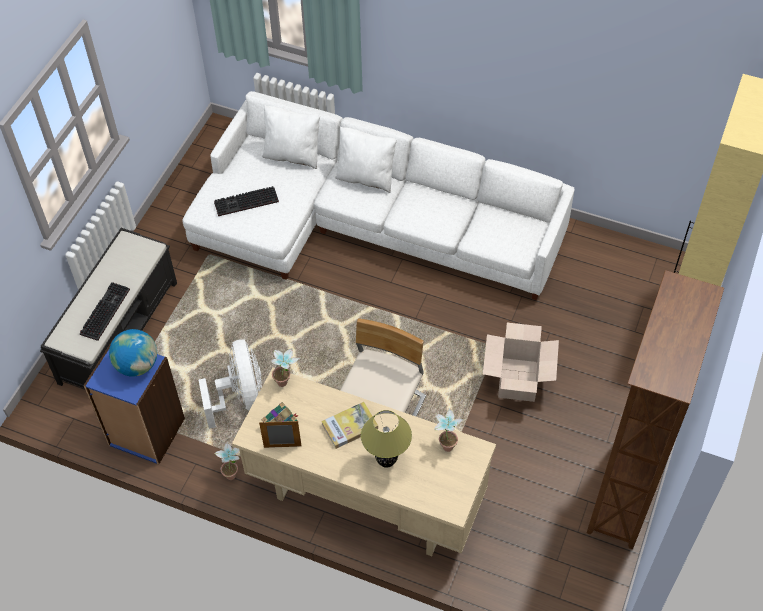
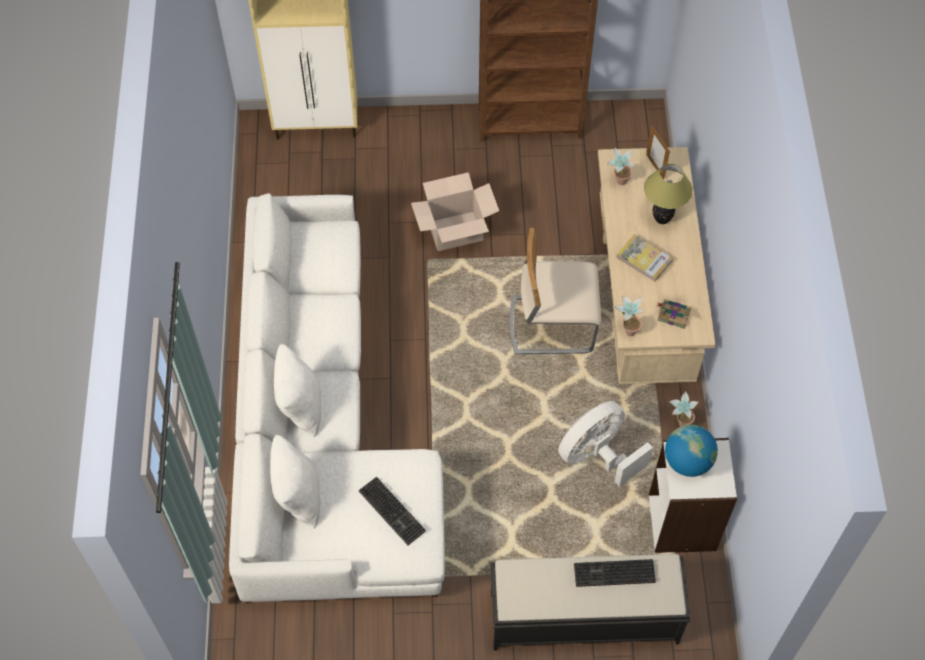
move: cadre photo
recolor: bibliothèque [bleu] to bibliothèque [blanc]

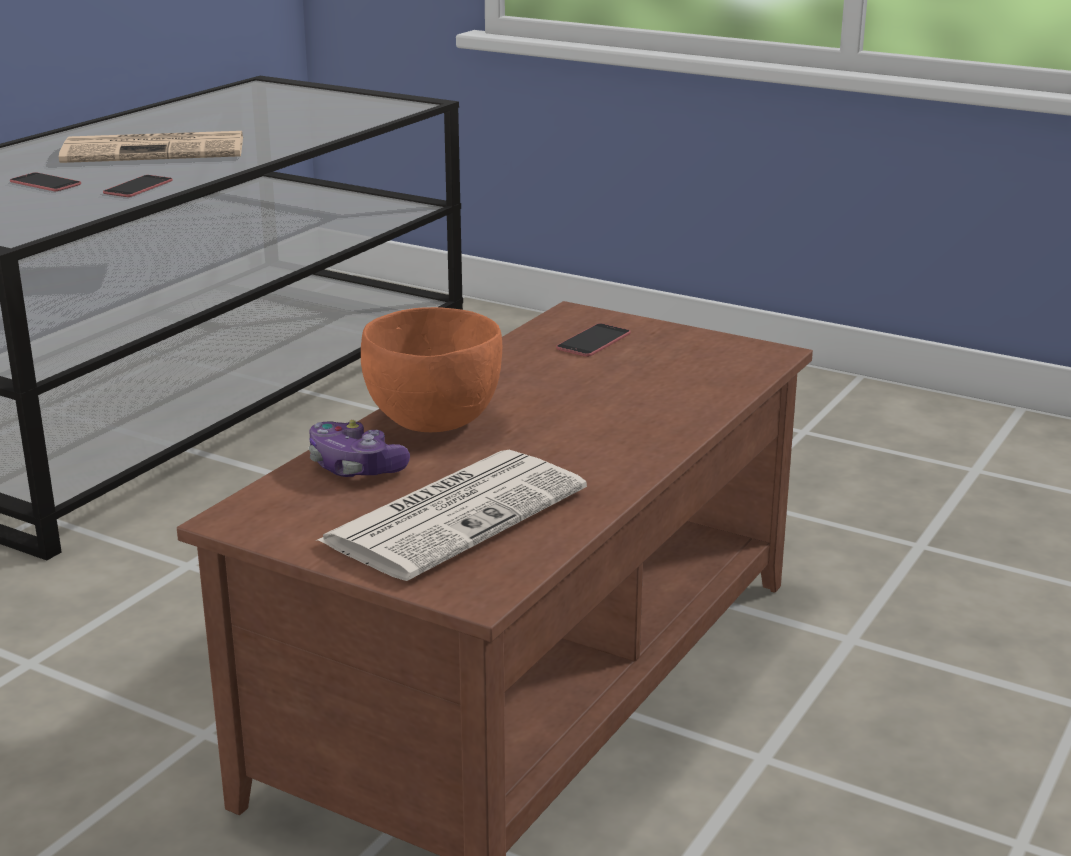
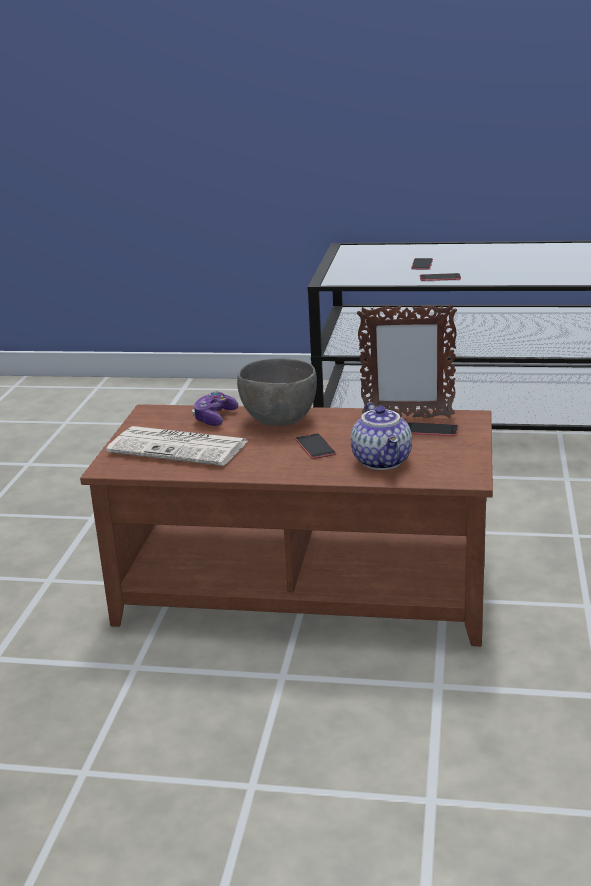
delete: journal (1st from left)
insert: téléphone (1st from left); théière; cadre photo
recolor: bol [orange] to bol [gris]

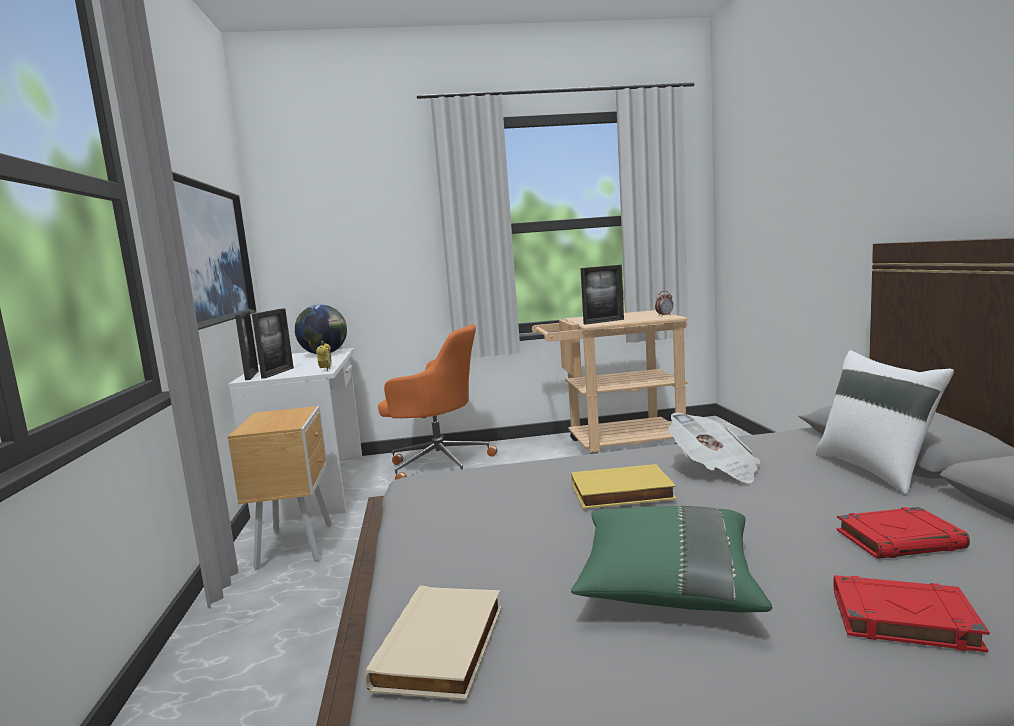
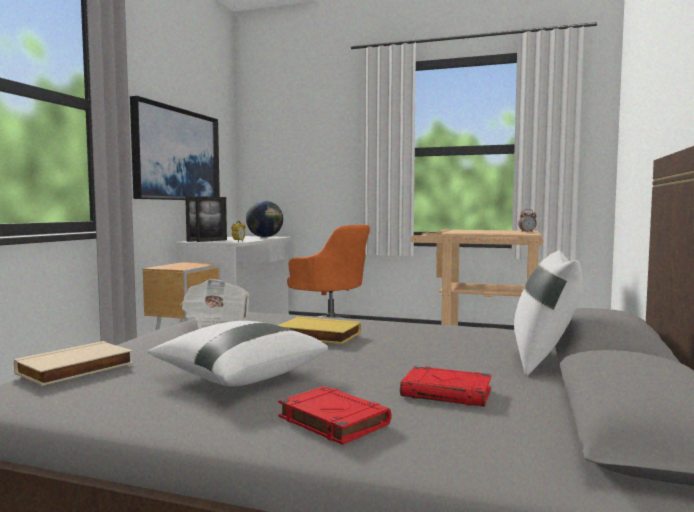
delete: cadre photo (3rd from left)
move: journal
recolor: coussin [vert] to coussin [blanc] (1st from left)

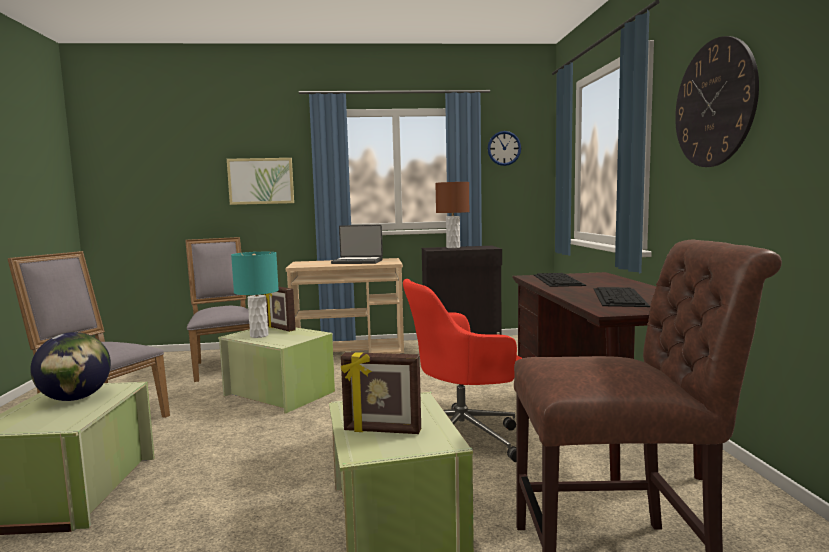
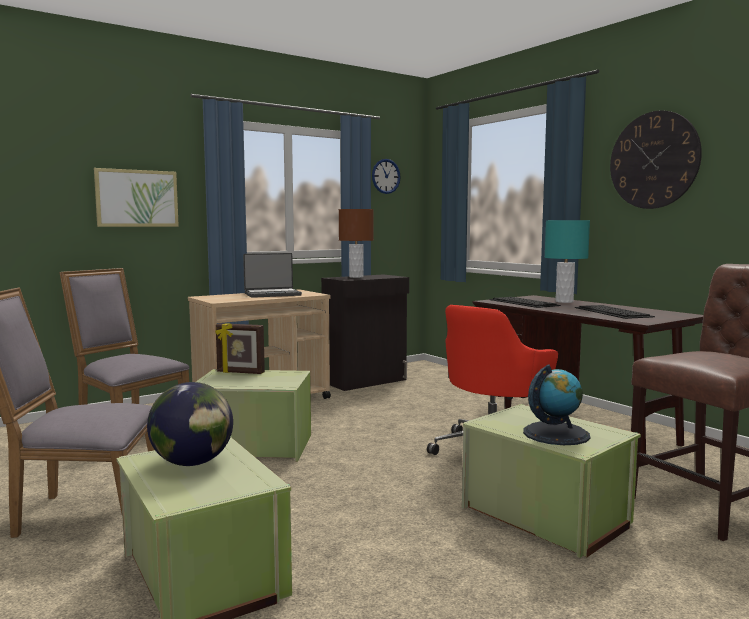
move: lampe de table [turquoise]
replace: cadre photo (2nd from left) to globe (2nd from left)

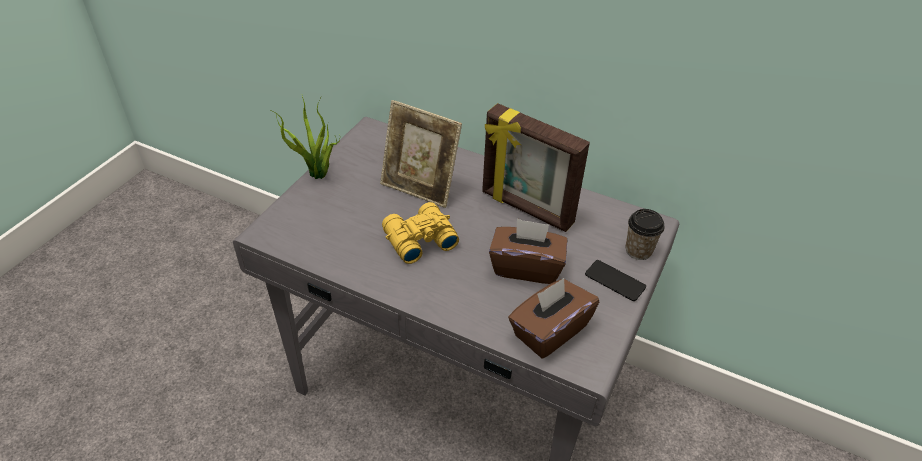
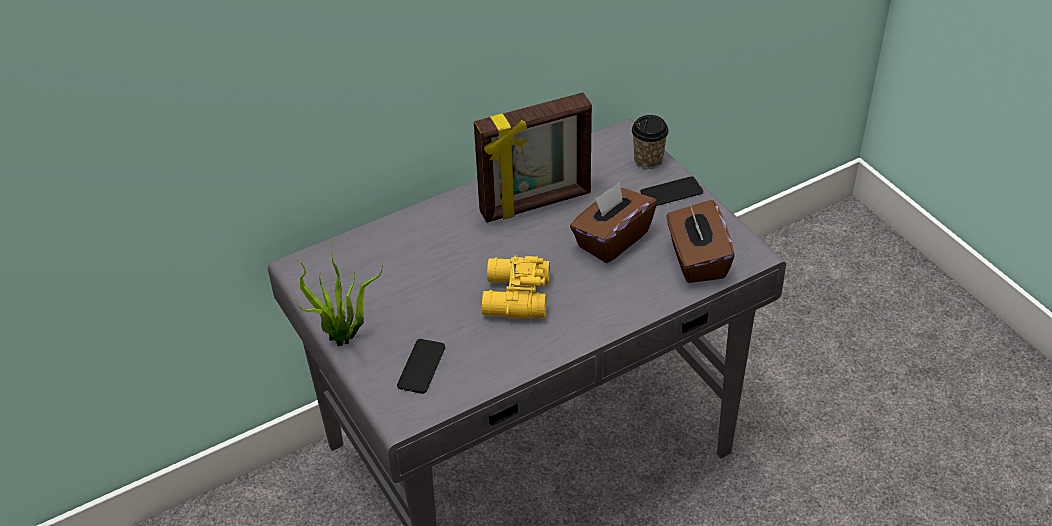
delete: cadre photo (1st from left)
insert: téléphone (1st from left)

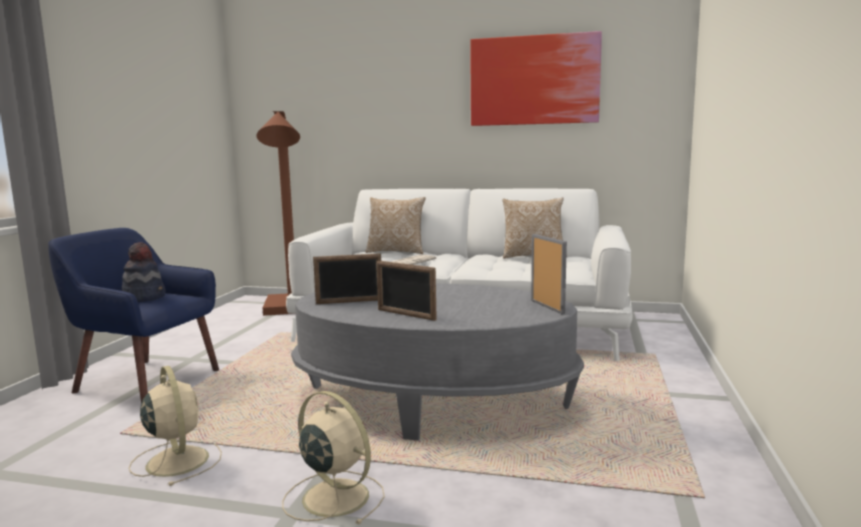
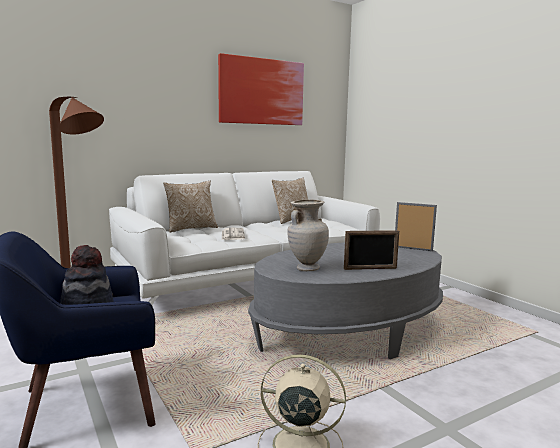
delete: ventilateur [beige] (2nd from left)
replace: cadre photo (1st from left) to vase [beige]

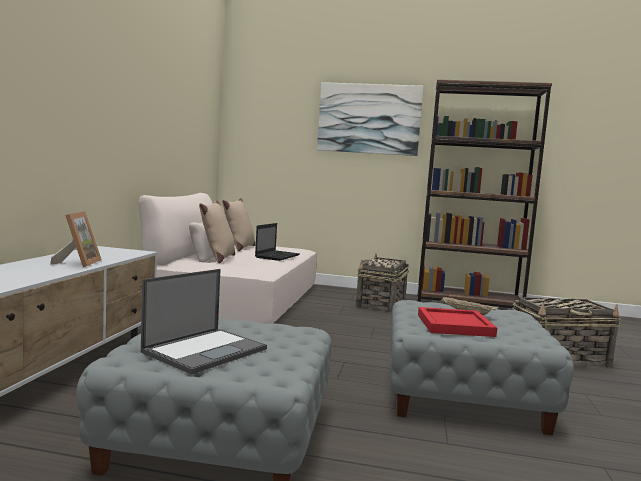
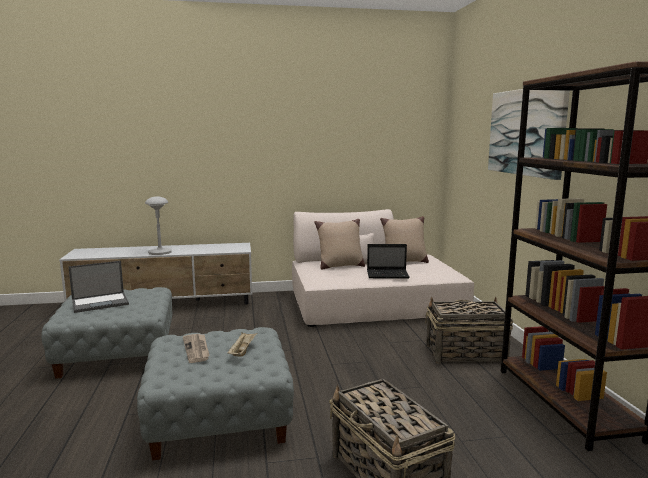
delete: cadre photo
insert: lampe de table [gris]
replace: plateau [rouge] to journal
rotate: ordinateur portable (1st from left) 45 degrees counterclockwise

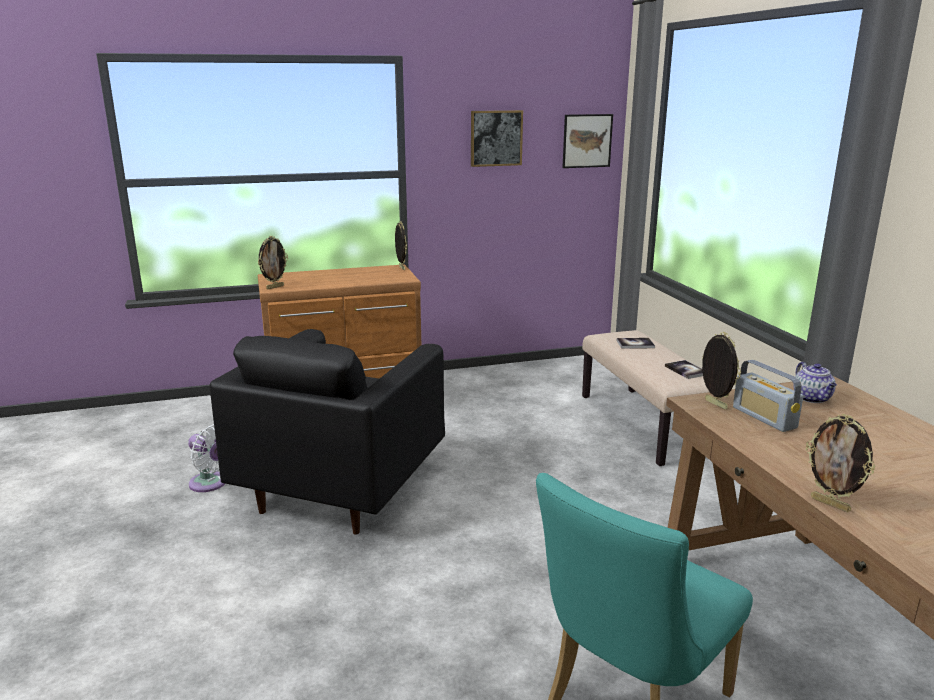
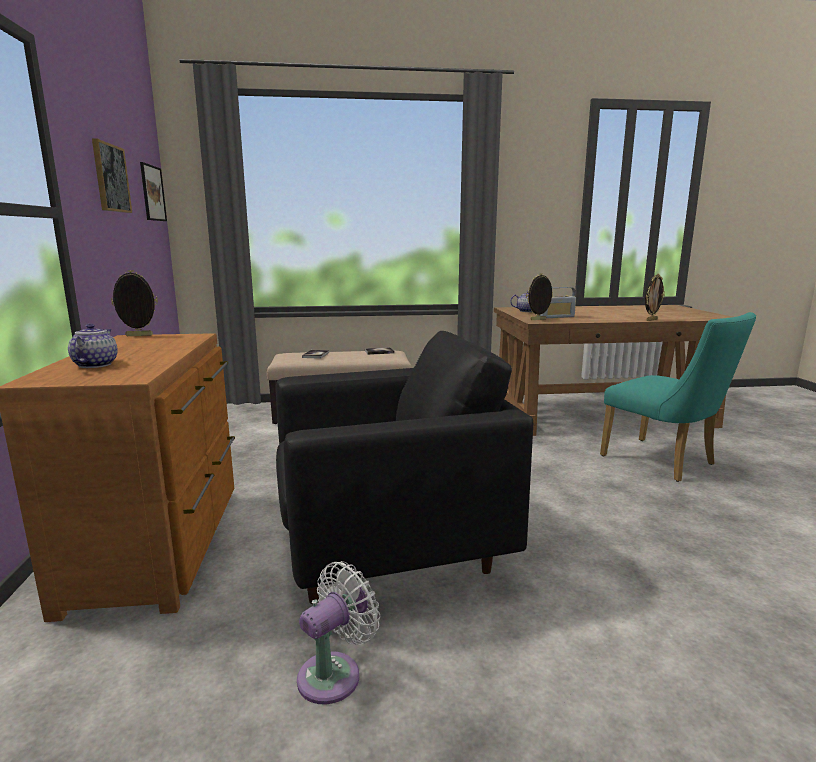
delete: cadre photo (1st from left)
insert: théière (1st from left)
rotate: fauteuil [noir] 45 degrees counterclockwise

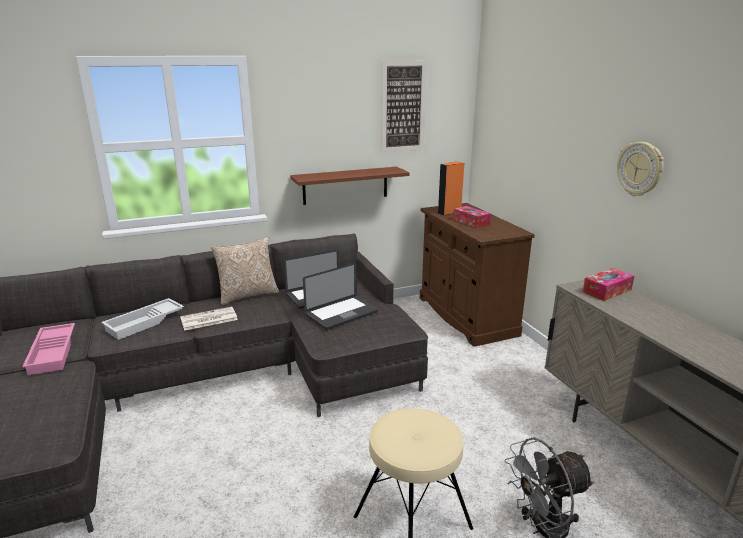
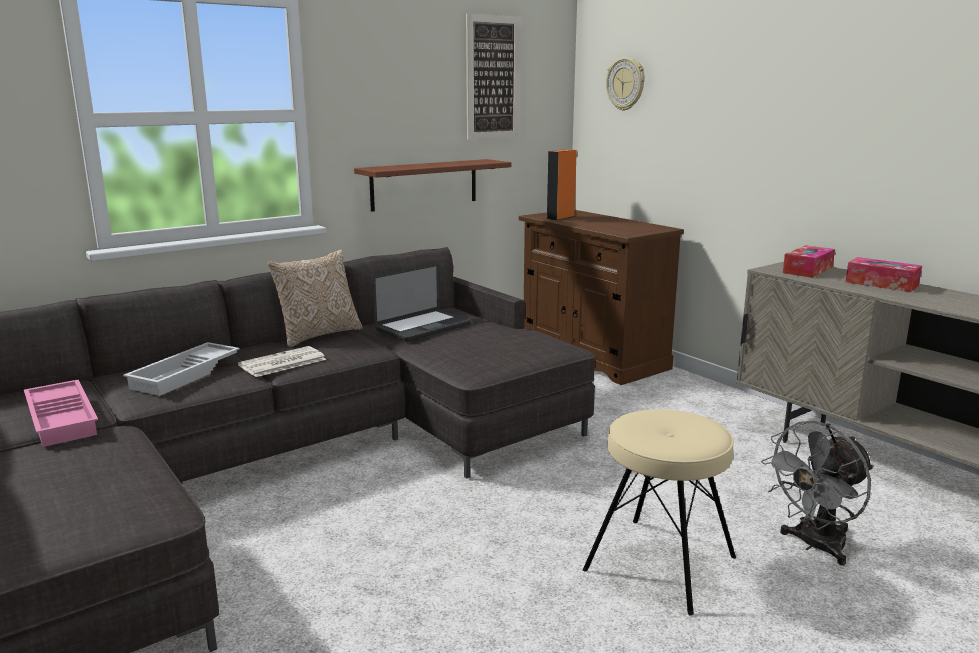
delete: ordinateur portable (2nd from left)
move: horloge murale; boîte à mouchoirs (1st from left in the first image) to boîte à mouchoirs (2nd from left)

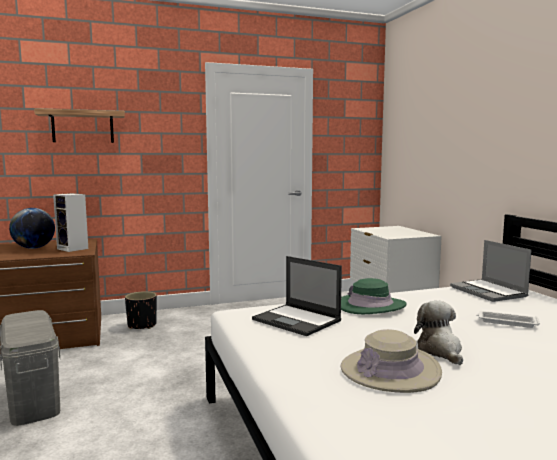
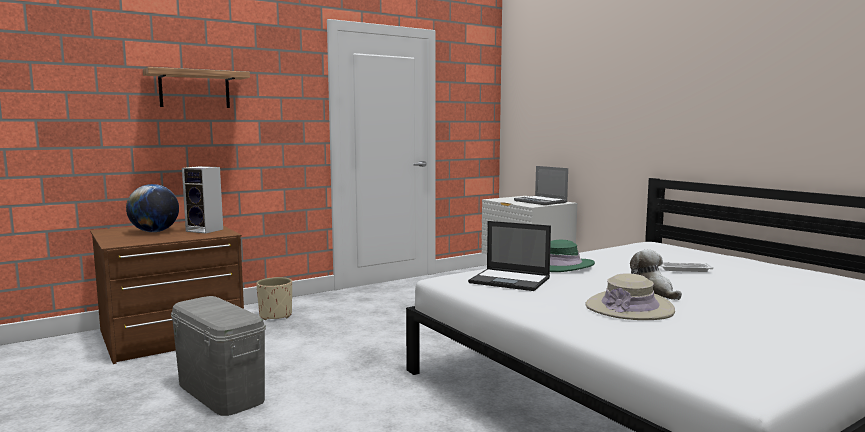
move: ordinateur portable (2nd from left)
recolor: cache-pot [noir] to cache-pot [beige]

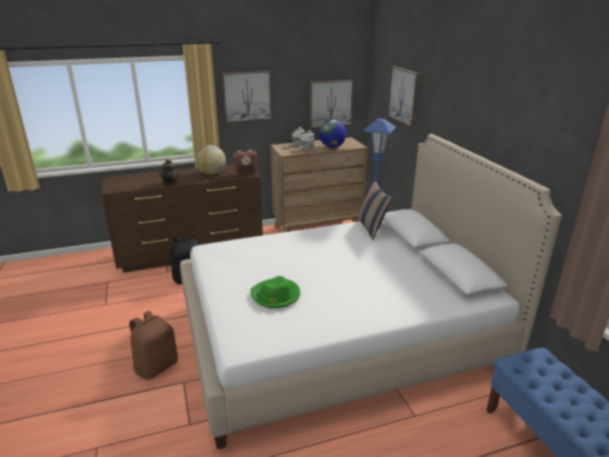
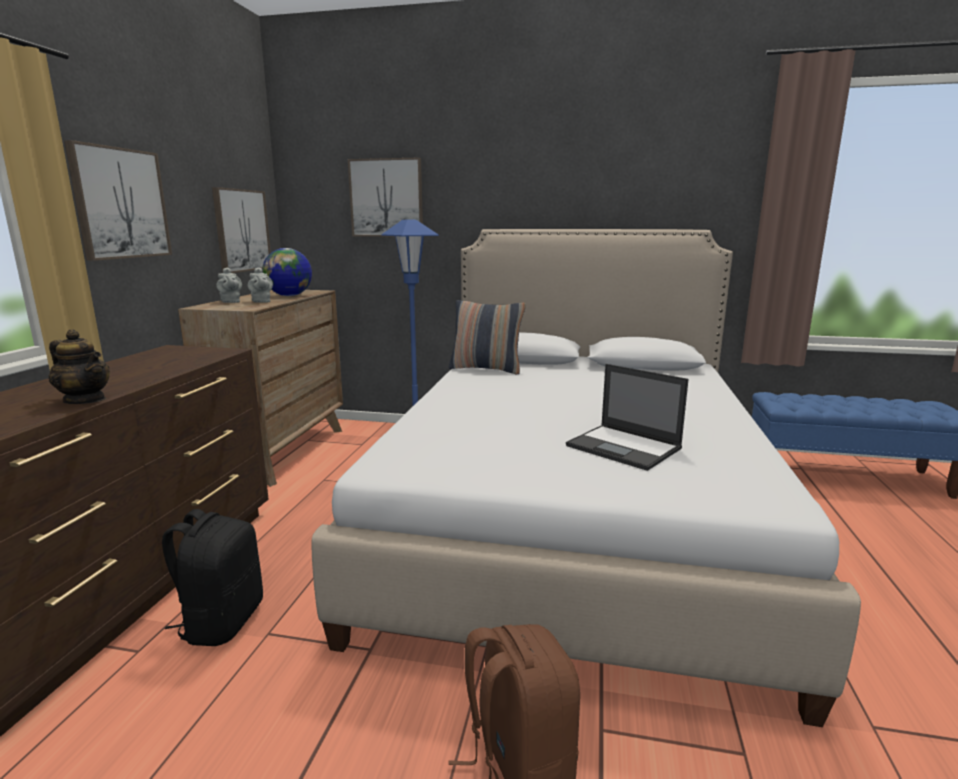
delete: globe (1st from left); radio
replace: chapeau [vert] to ordinateur portable

